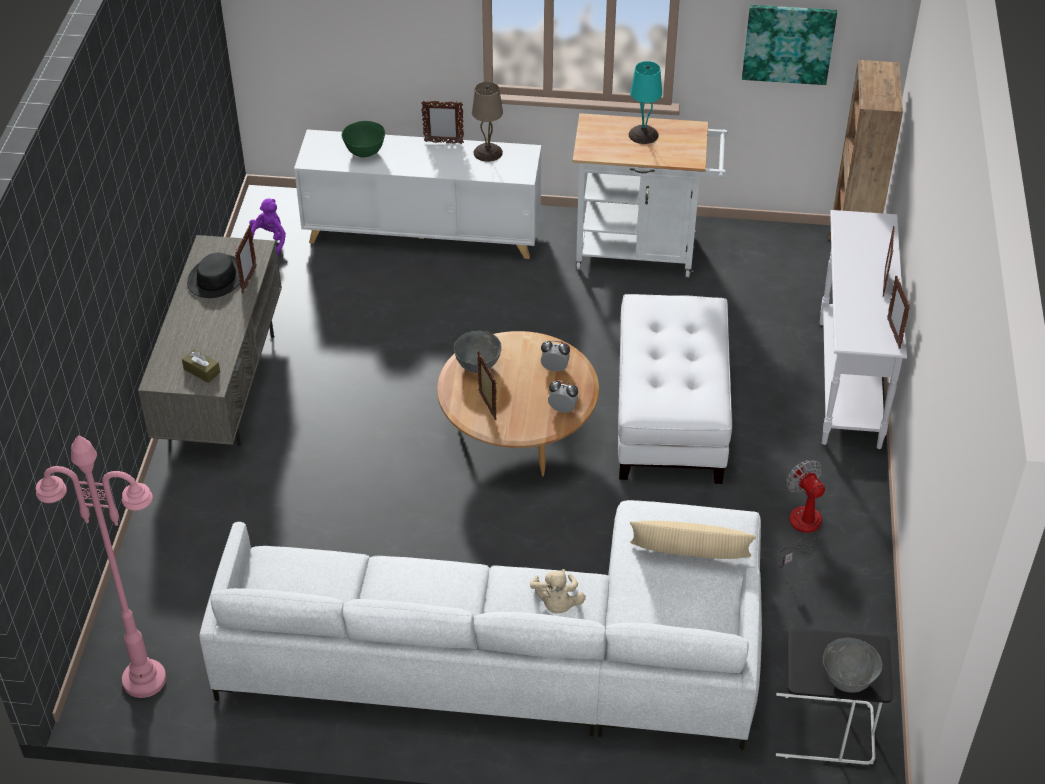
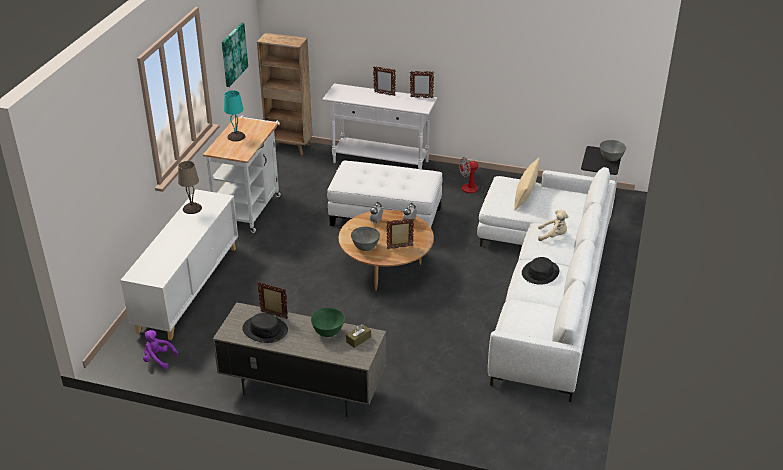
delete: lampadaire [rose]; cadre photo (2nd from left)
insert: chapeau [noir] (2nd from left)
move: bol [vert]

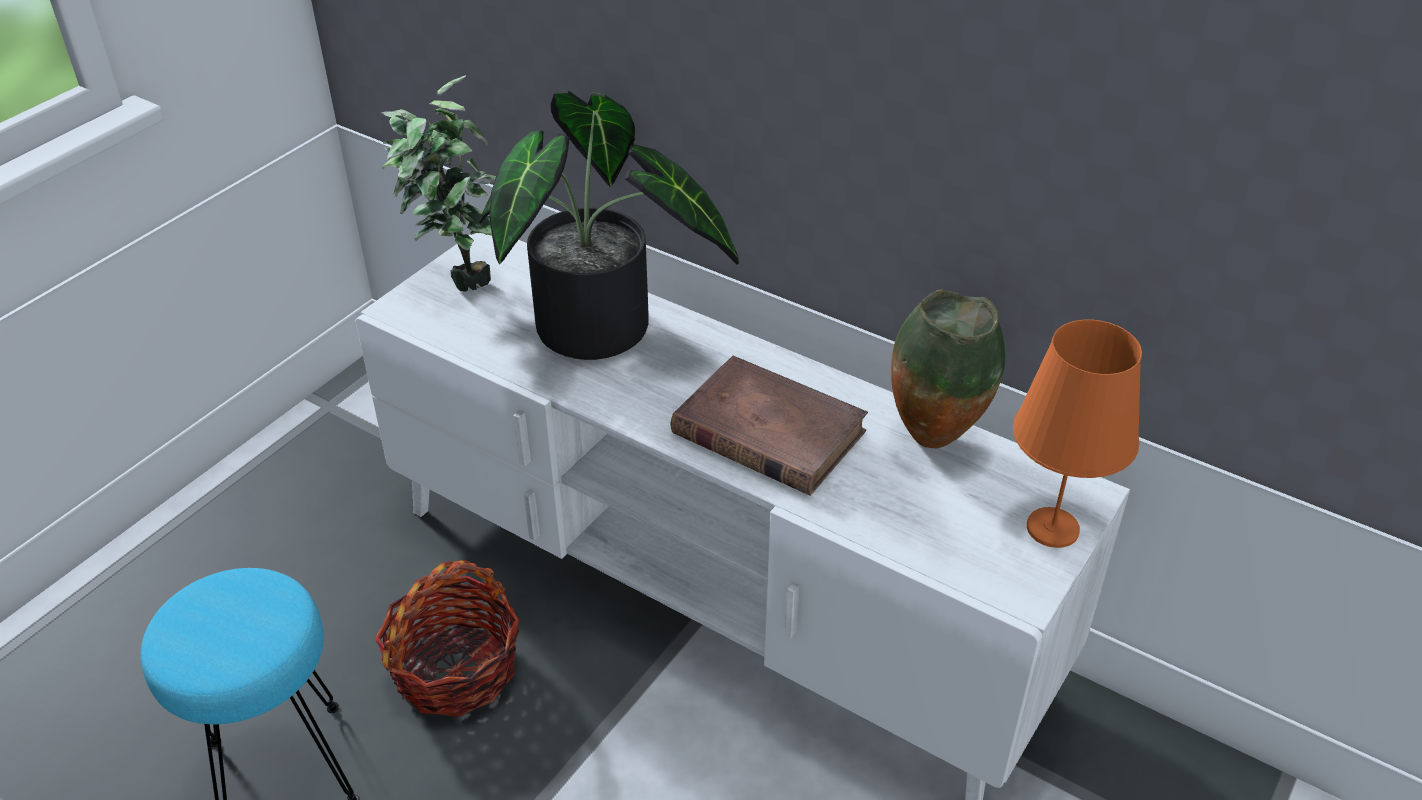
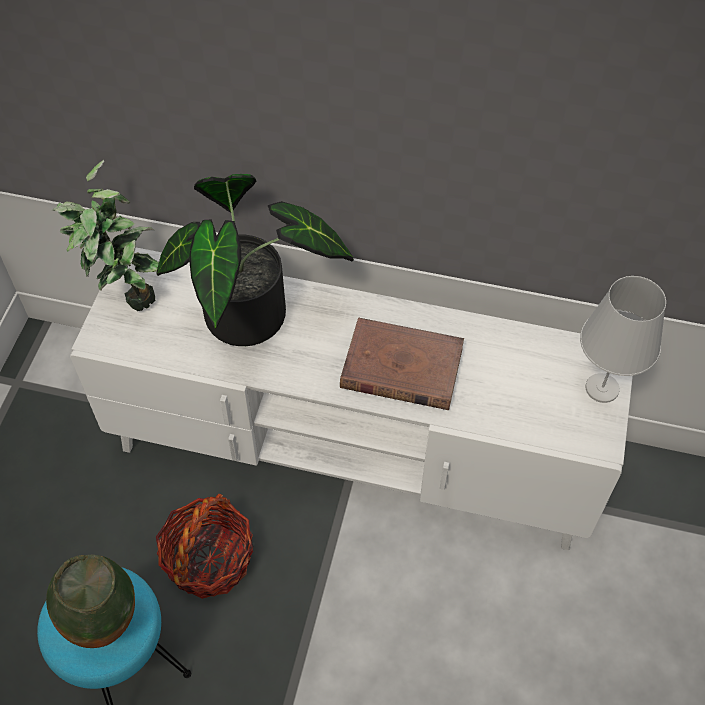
move: vase
recolor: lampe de table [orange] to lampe de table [blanc]

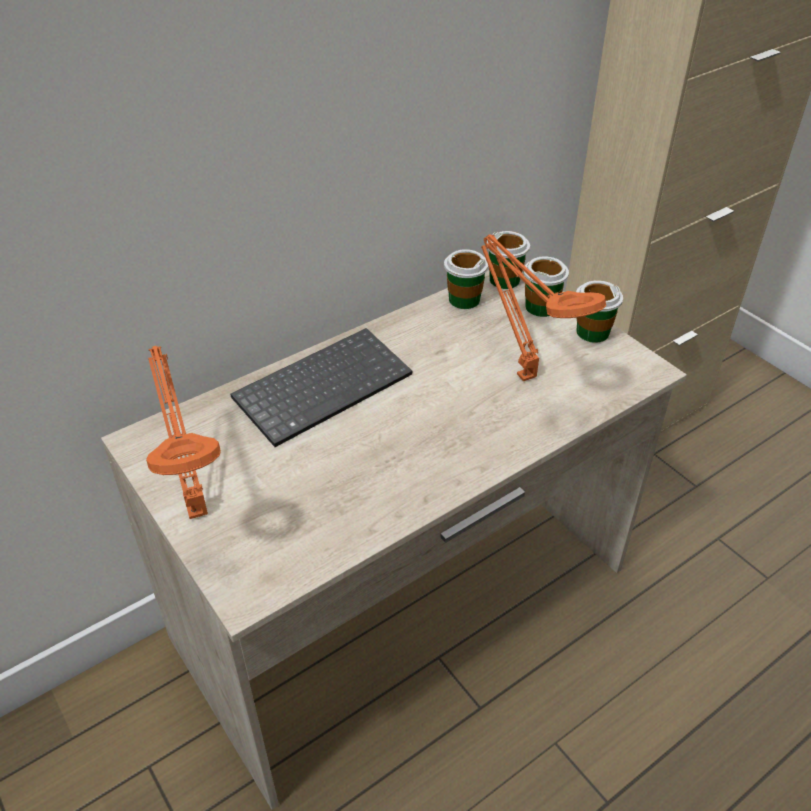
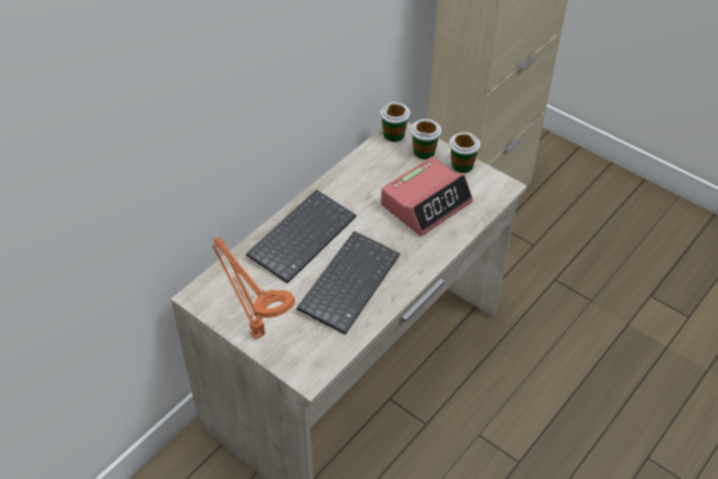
delete: tasse (1st from left)
insert: clavier (2nd from left)
replace: lampe de table [orange] (2nd from left) to réveil

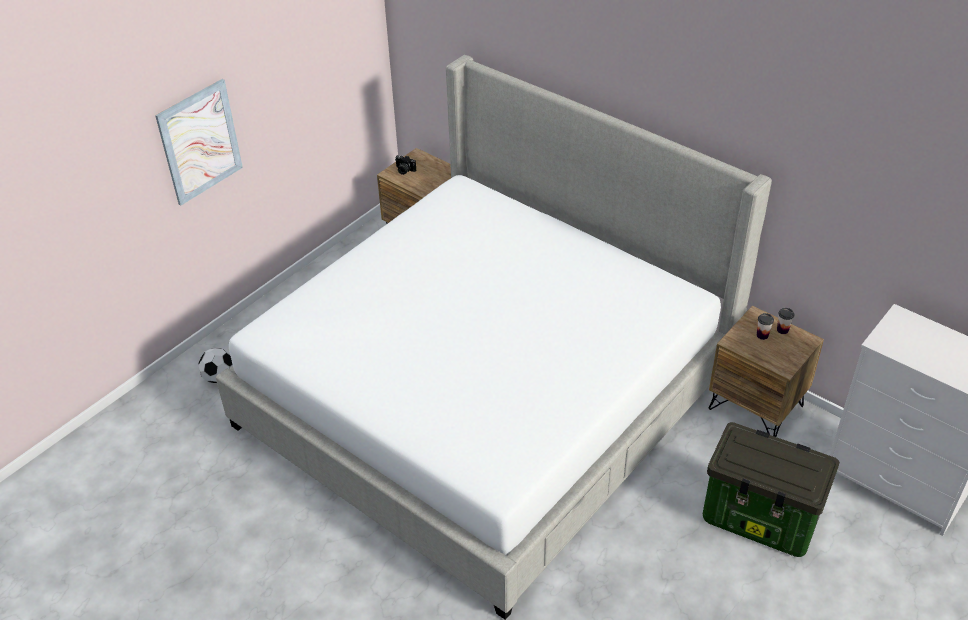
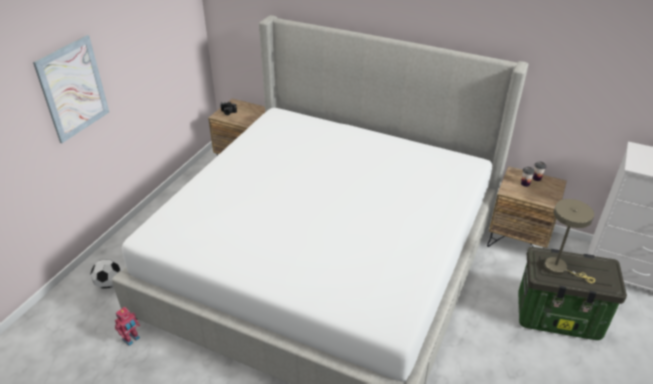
insert: robot jouet; lampe de table [beige]

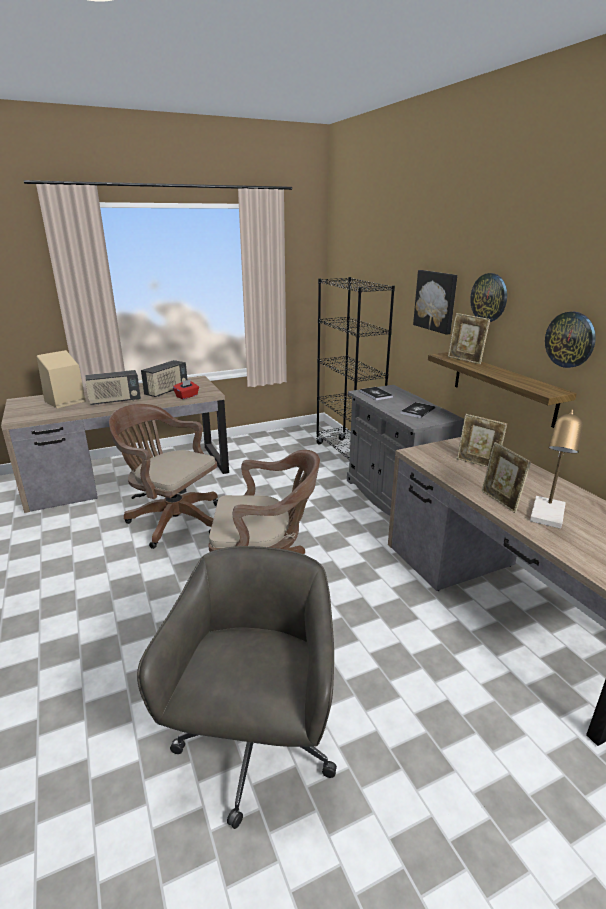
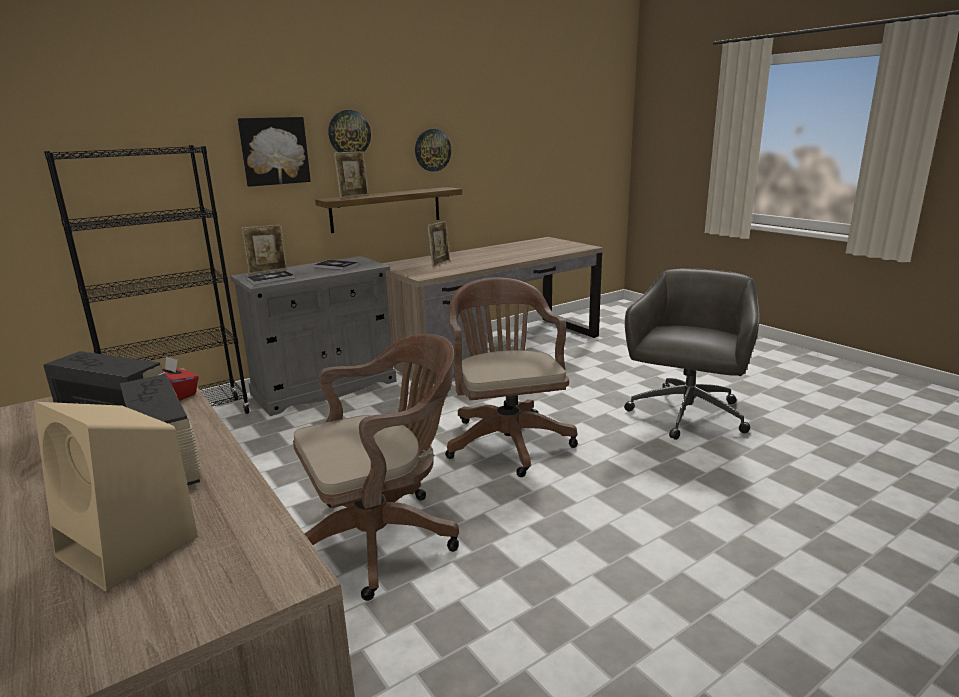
delete: lampe de table
move: cadre photo (3rd from left in the first image) to cadre photo (1st from left)
rotate: chaise de bureau [marron] (1st from left) 135 degrees counterclockwise; chaise de bureau [gris] 120 degrees clockwise

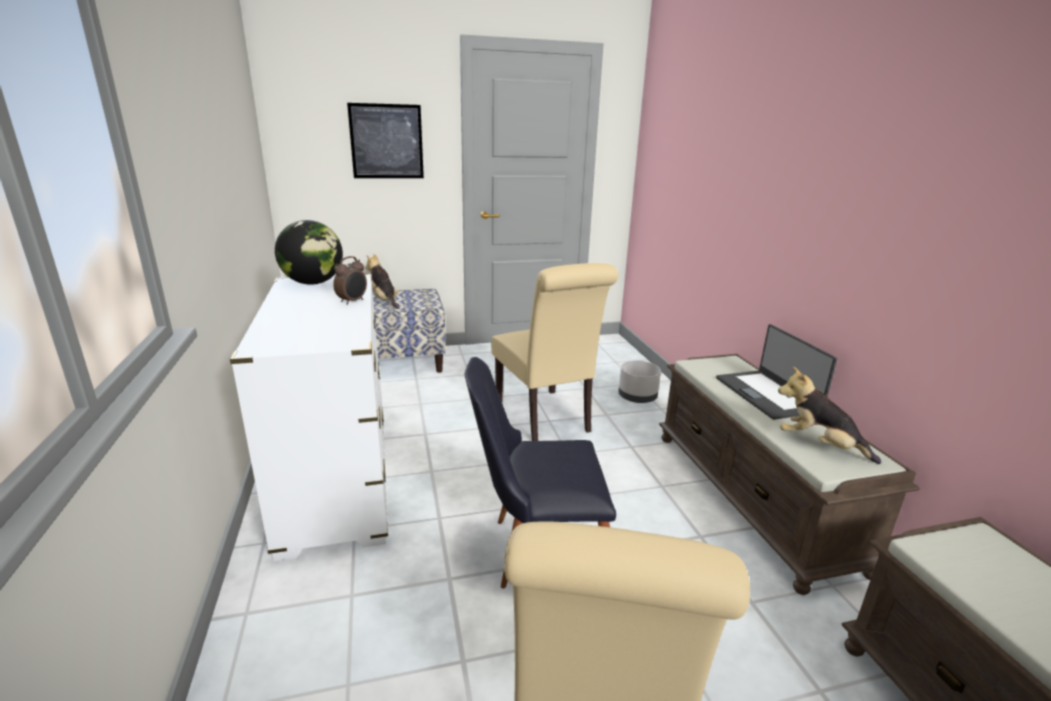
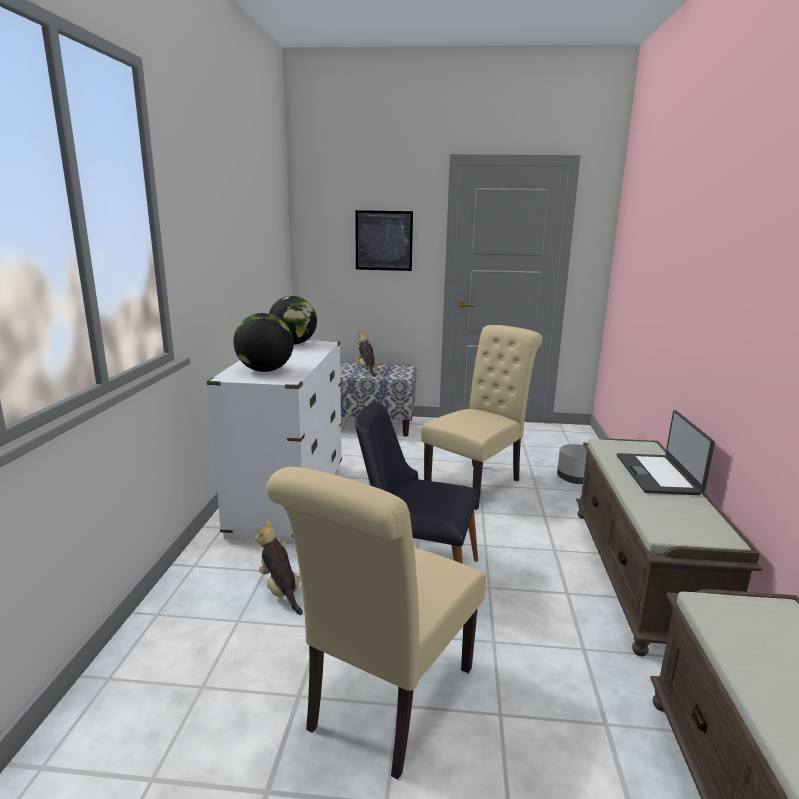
delete: réveil
insert: globe (1st from left)
move: peluche (2nd from left in the first image) to peluche (1st from left)
rotate: chaise [beige] (1st from left in the first image) 135 degrees counterclockwise

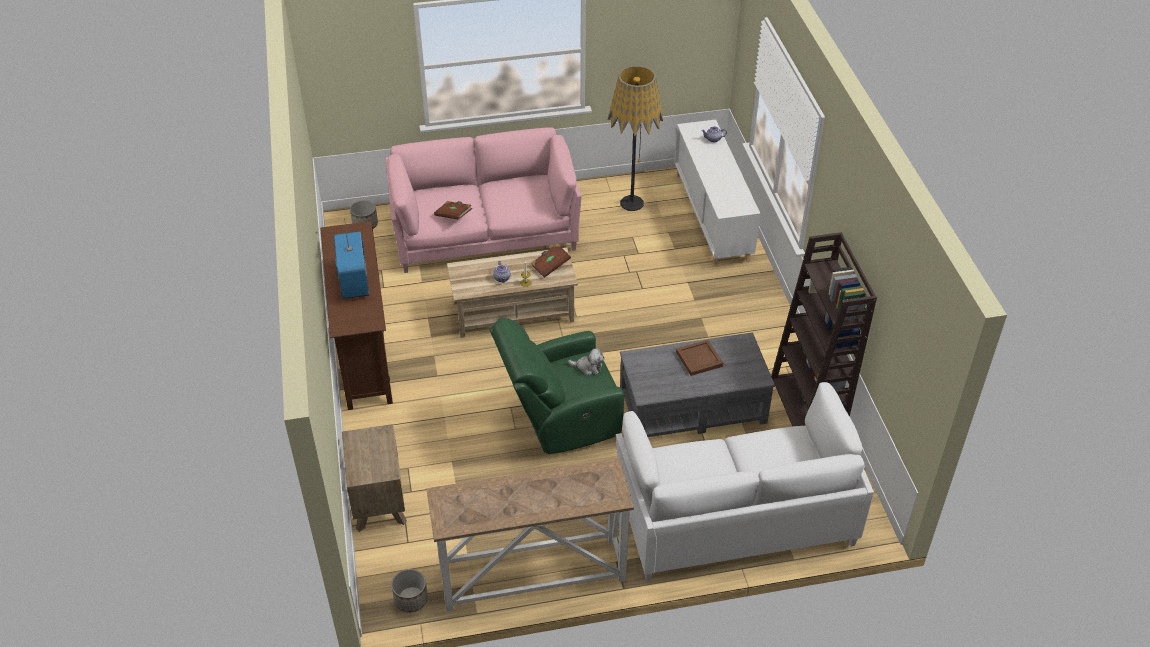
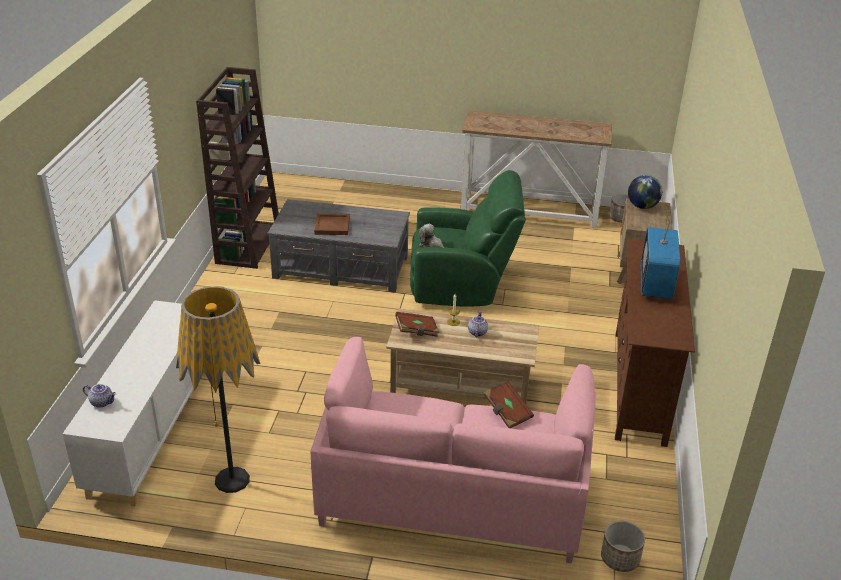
delete: canapé [blanc]
insert: globe

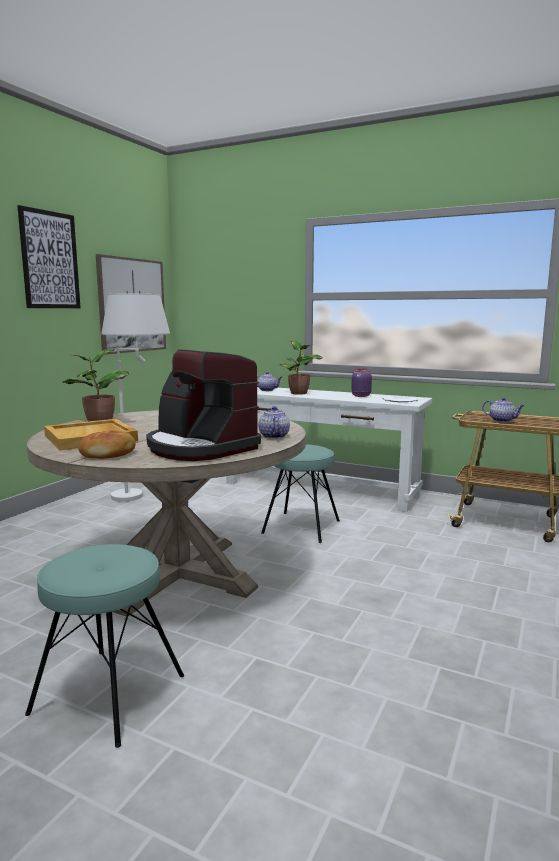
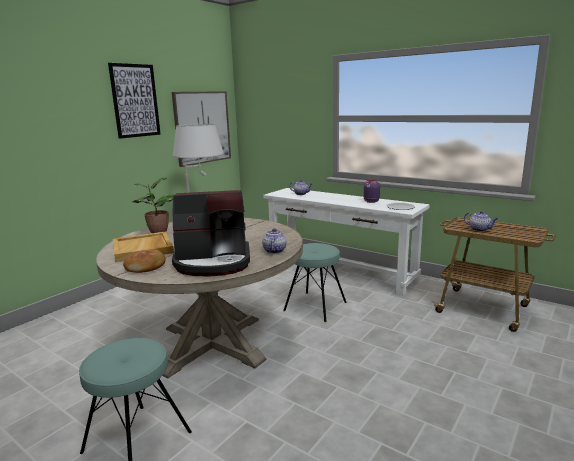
delete: plante en pot (2nd from left)
rotate: machine à café 60 degrees counterclockwise

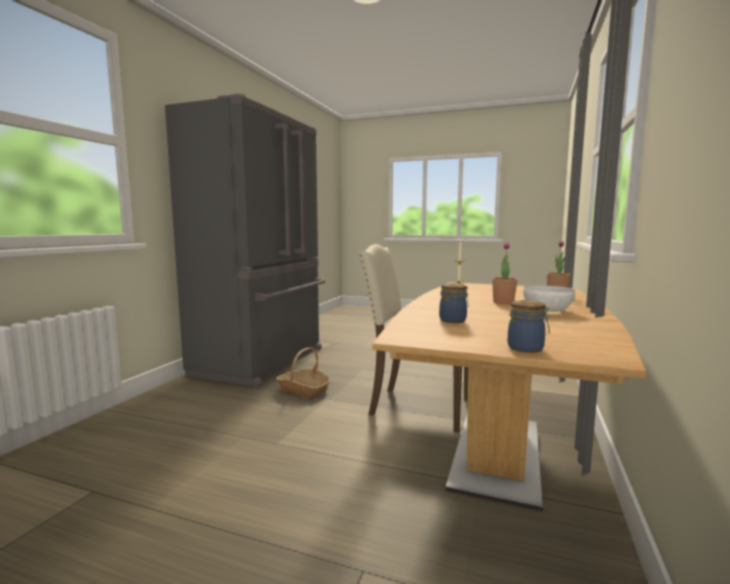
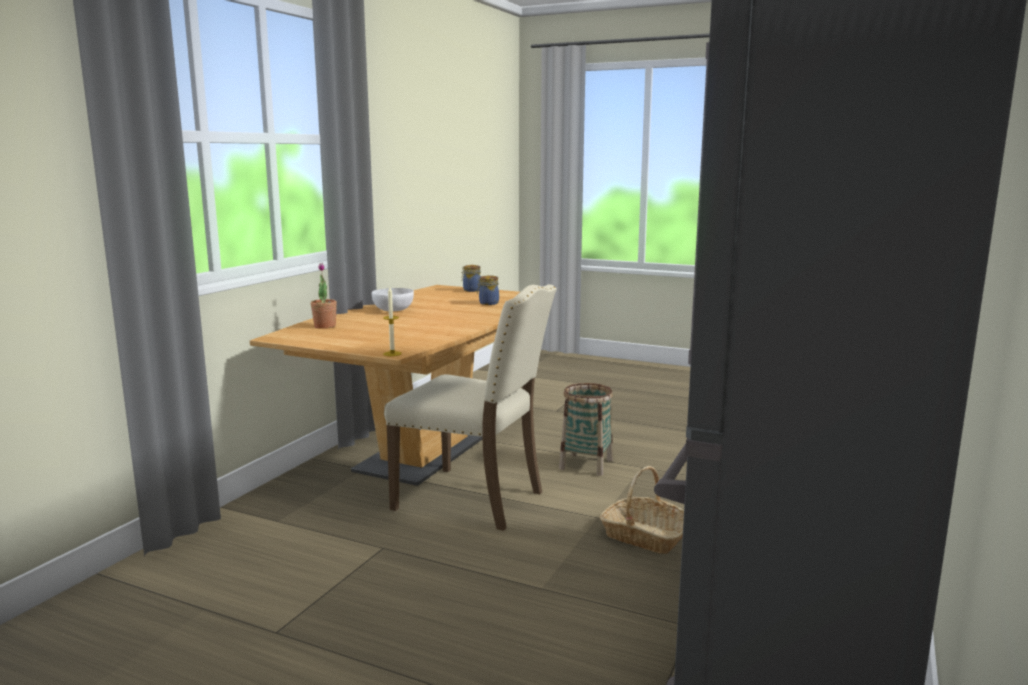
delete: plante en pot (1st from left)
insert: panier (1st from left)

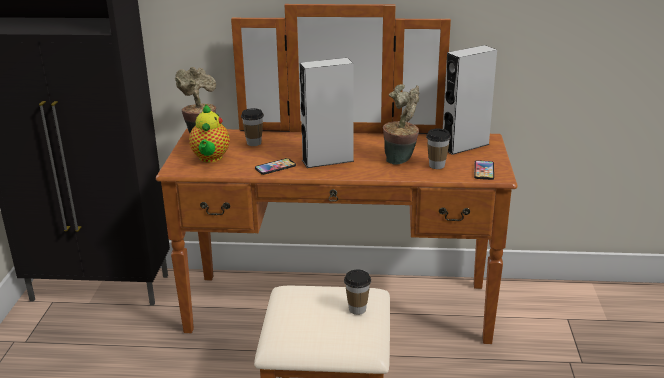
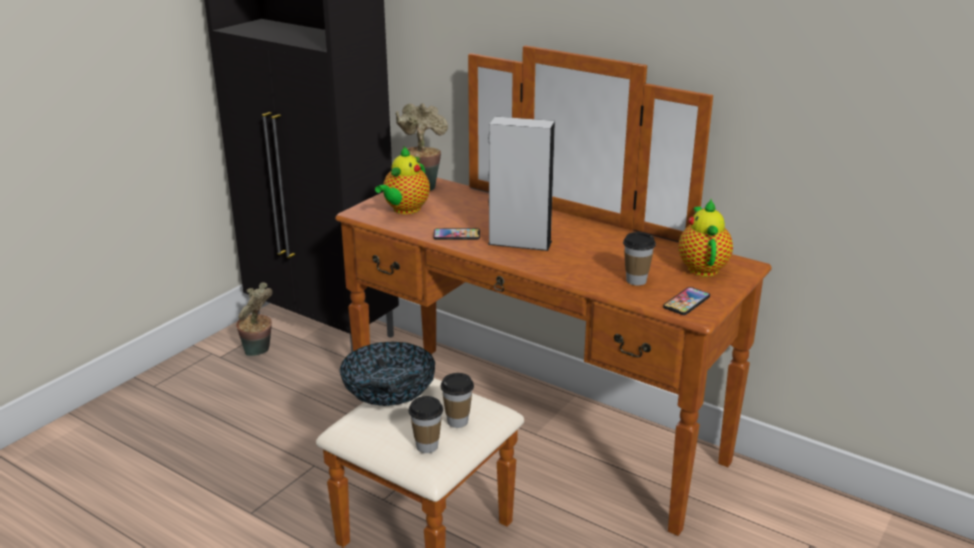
insert: bol
move: plante en pot (2nd from left in the first image) to plante en pot (1st from left); tasse (1st from left)
replace: enceinte [gris] (2nd from left) to théière (2nd from left)

